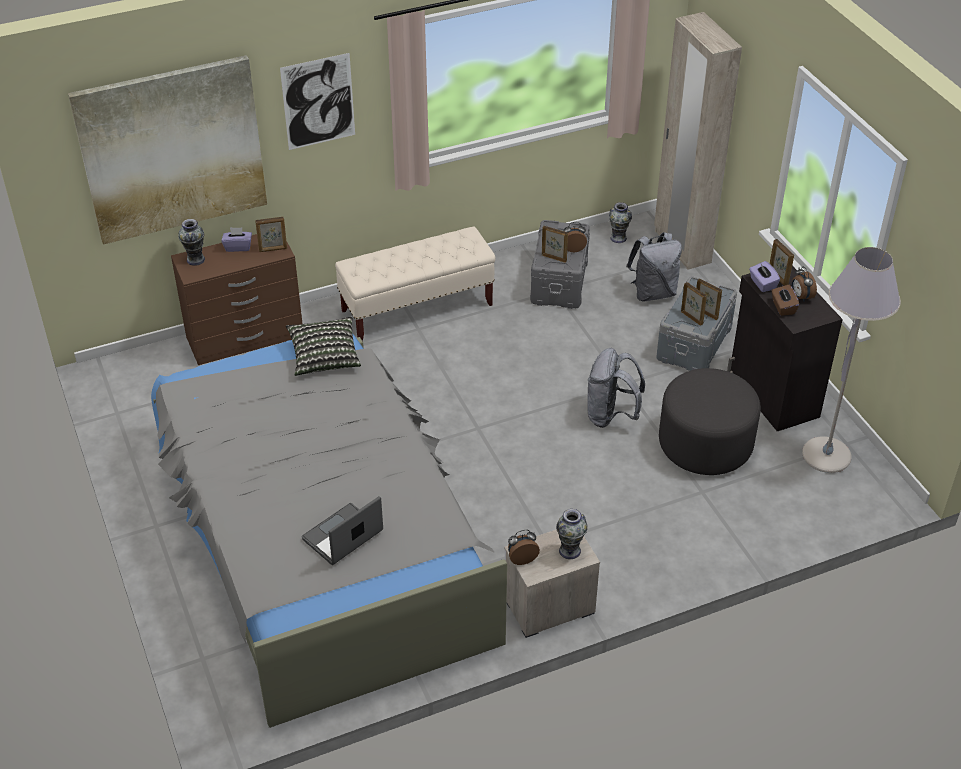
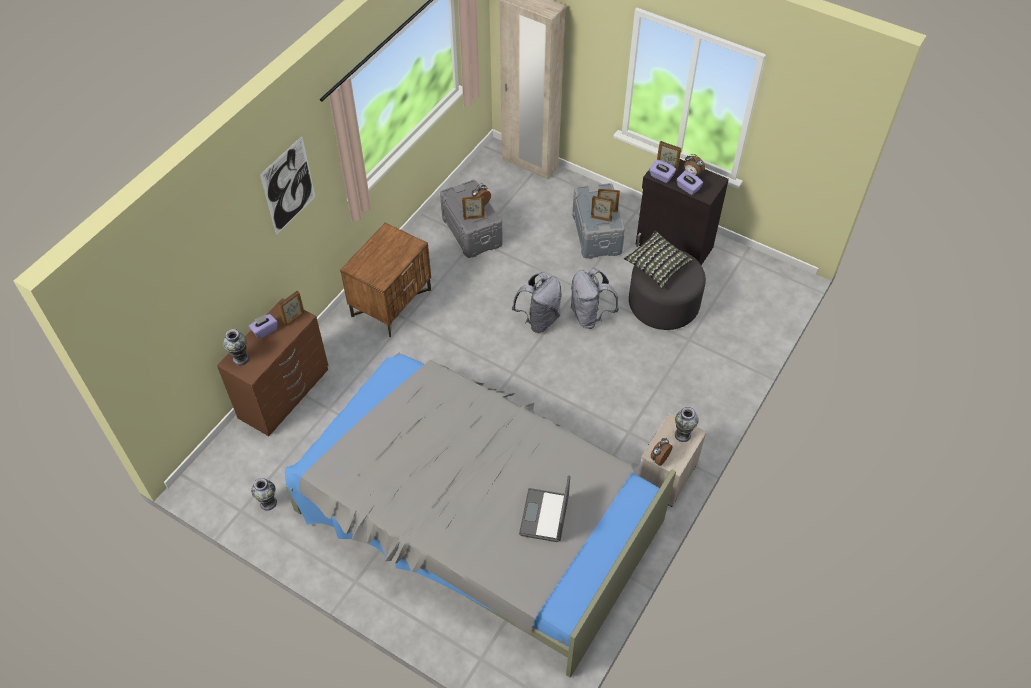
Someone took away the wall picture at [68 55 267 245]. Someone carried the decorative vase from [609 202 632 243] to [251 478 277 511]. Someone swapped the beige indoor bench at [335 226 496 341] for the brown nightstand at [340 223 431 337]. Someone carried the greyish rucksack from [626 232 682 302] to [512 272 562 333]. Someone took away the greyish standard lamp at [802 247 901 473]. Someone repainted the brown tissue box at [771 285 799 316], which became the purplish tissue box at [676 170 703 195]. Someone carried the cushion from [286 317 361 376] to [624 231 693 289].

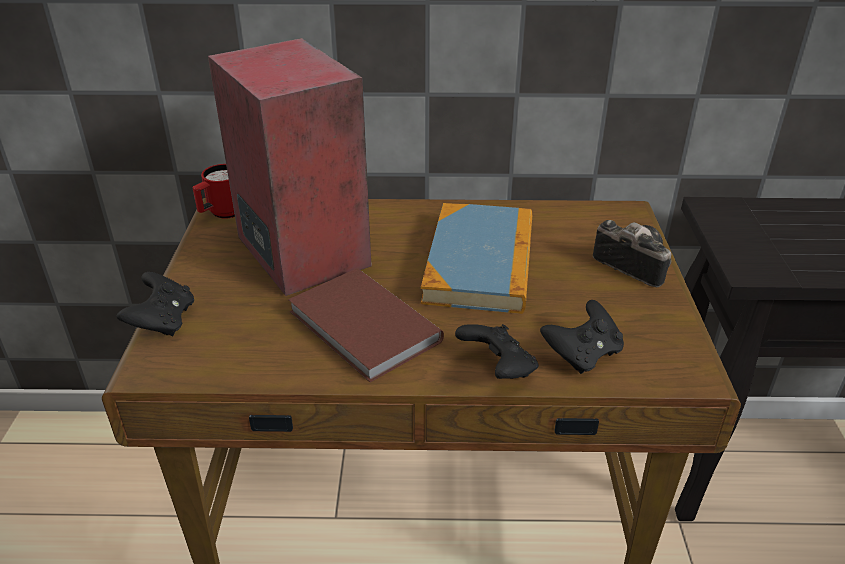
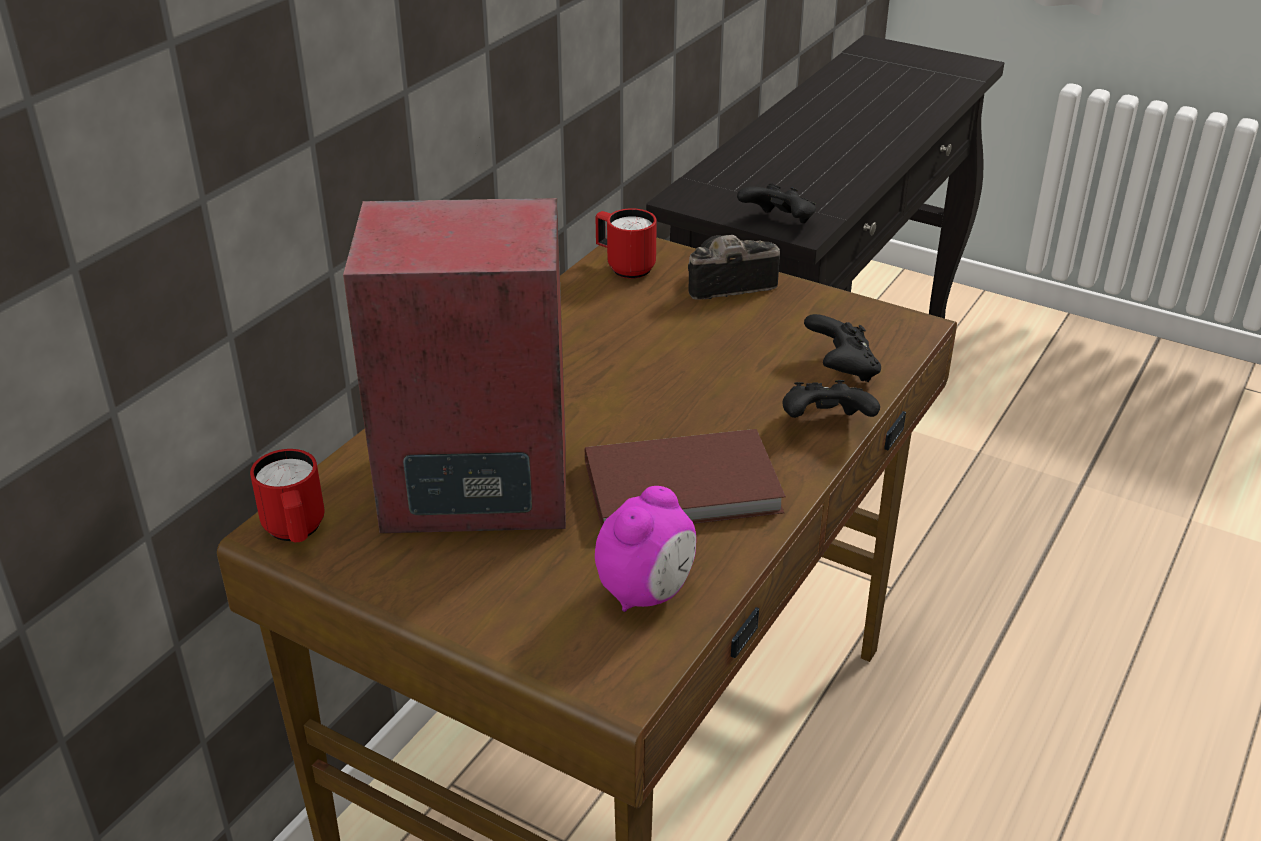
Someone took away the book at [421 203 532 314]. Someone carried the black-coloured gamepad from [117 272 194 336] to [737 183 816 223]. Someone put down the reddish mug at [595 208 657 279]. Someone put down the table clock at [595 486 696 612].

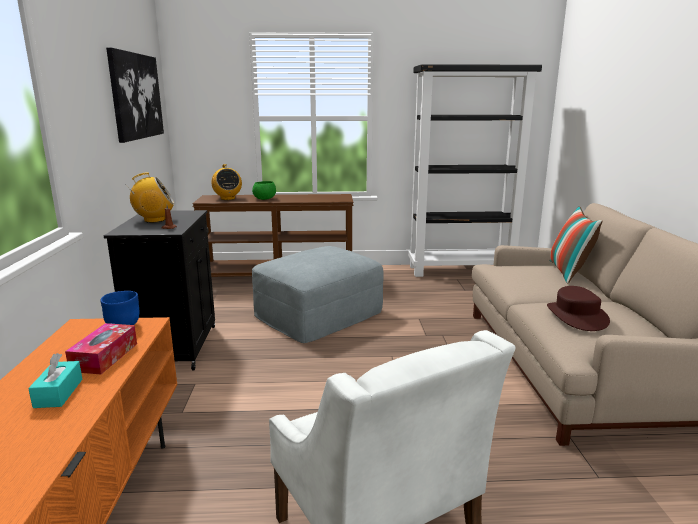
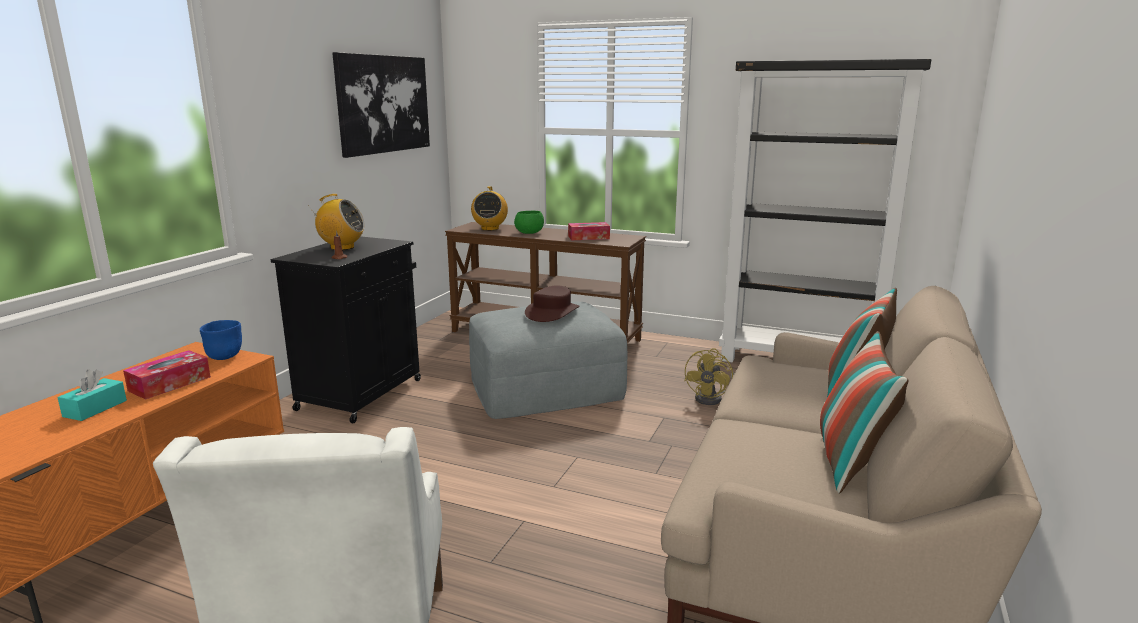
Someone carried the brown wearable hat from [547 286 610 331] to [525 285 579 322]. Someone put down the tissue box at [568 222 610 240]. Someone put down the cushion at [820 331 909 494]. Someone put down the yellowish fan at [684 348 735 405].

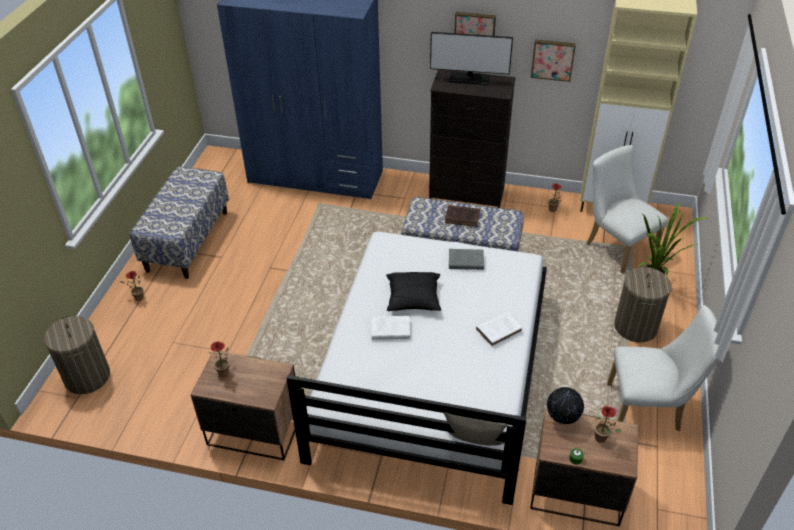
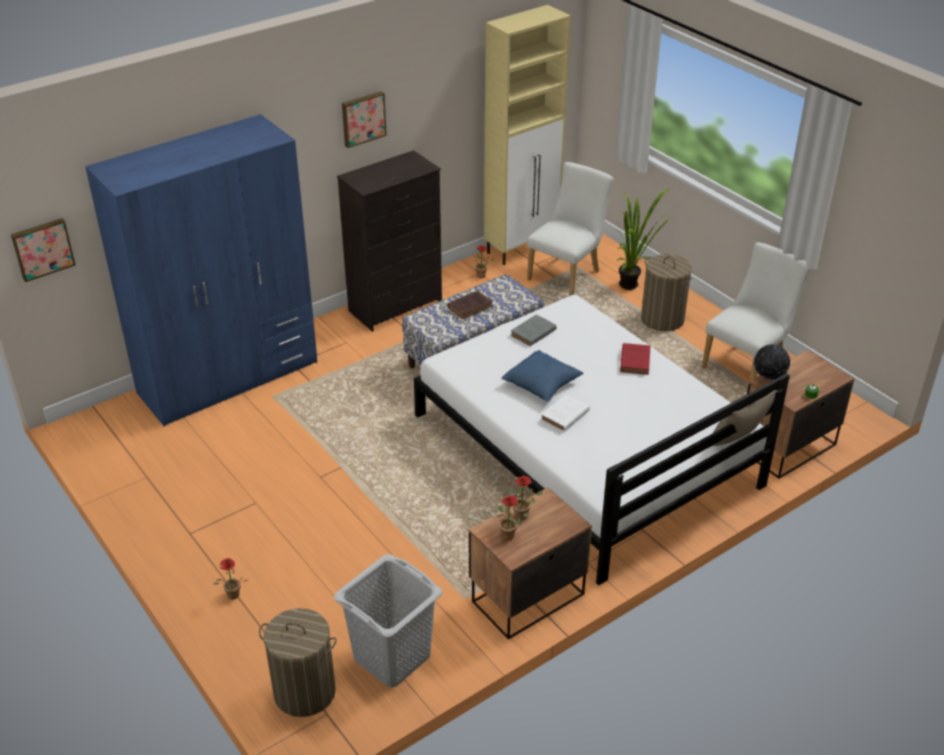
Someone took away the monitor at [430 32 513 85]. Someone carried the wall picture from [531 39 576 82] to [11 218 75 282]. Someone rotated the white-coloured plain chair at [586 145 668 274] by 120 degrees clockwise. Someone took away the indoor bench at [130 166 229 279]. Someone repainted the black-coloured cushion at [386 272 441 311], which became the blue-coloured cushion at [501 350 583 402]. Someone repainted the white-coloured book at [476 312 523 347], which became the reddish book at [620 343 650 375]. Someone carried the houseplant from [594 406 621 443] to [510 476 543 520]. Someone put down the greyish laundry basket at [334 554 442 687].

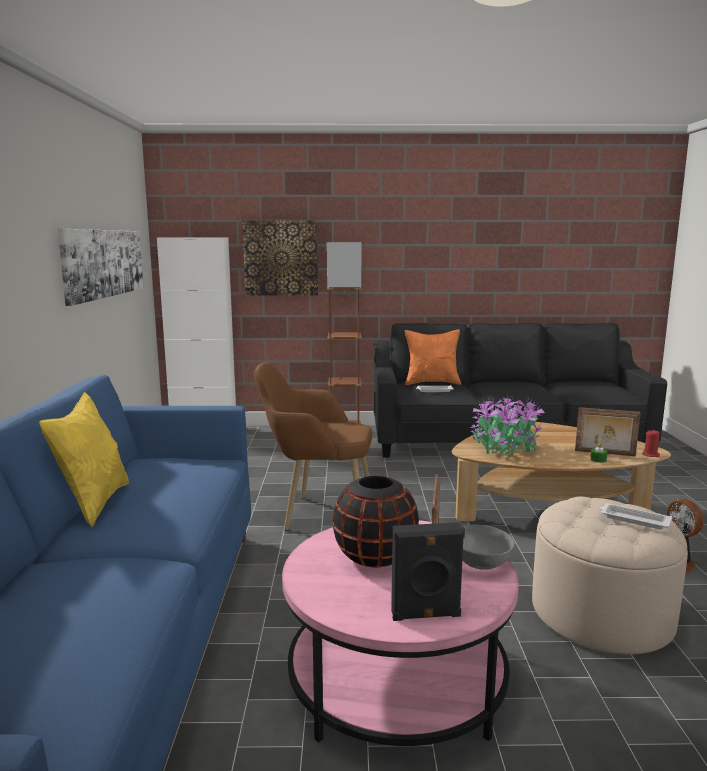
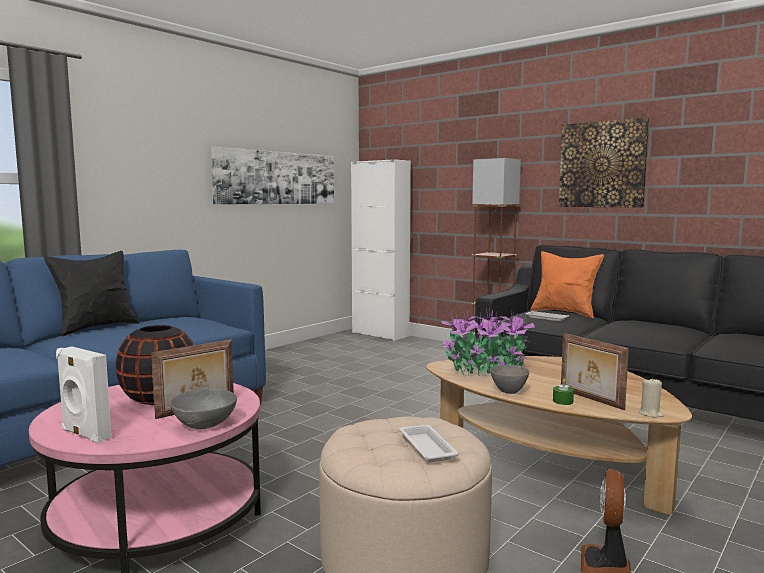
Someone carried the wall picture from [242 220 318 296] to [559 118 649 208]. Someone took away the brown easy chair at [254 362 372 531]. Someone repainted the yellowish cushion at [39 392 129 527], which became the black-coloured cushion at [44 251 140 336]. Someone repainted the reddish wax candle at [642 429 660 457], which became the beige wax candle at [638 377 664 418]. Someone repainted the black-coloured loudspeaker at [391 522 465 621], which became the white-coloured loudspeaker at [56 346 112 444]. Someone put down the greyish deep dish at [490 364 529 394].

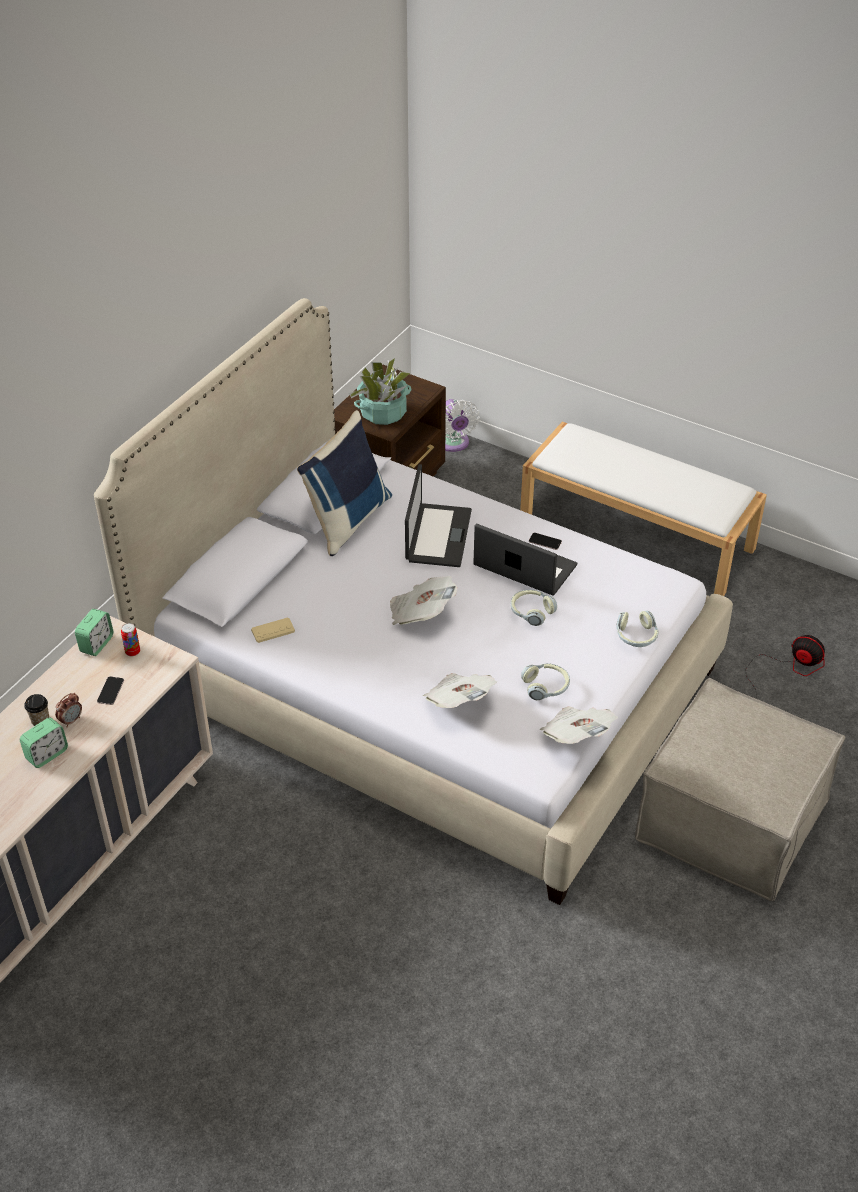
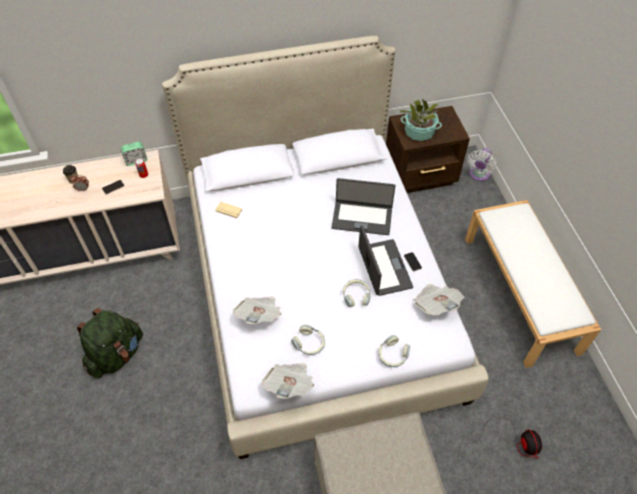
Someone took away the blue-coloured cushion at [297 410 392 556]. Someone rotated the laptop at [405 464 472 567] by 45 degrees clockwise. Someone carried the newspaper from [390 576 457 625] to [413 284 464 315]. Someone took away the table clock at [20 718 68 768]. Someone put down the green-coloured rucksack at [77 308 143 378].

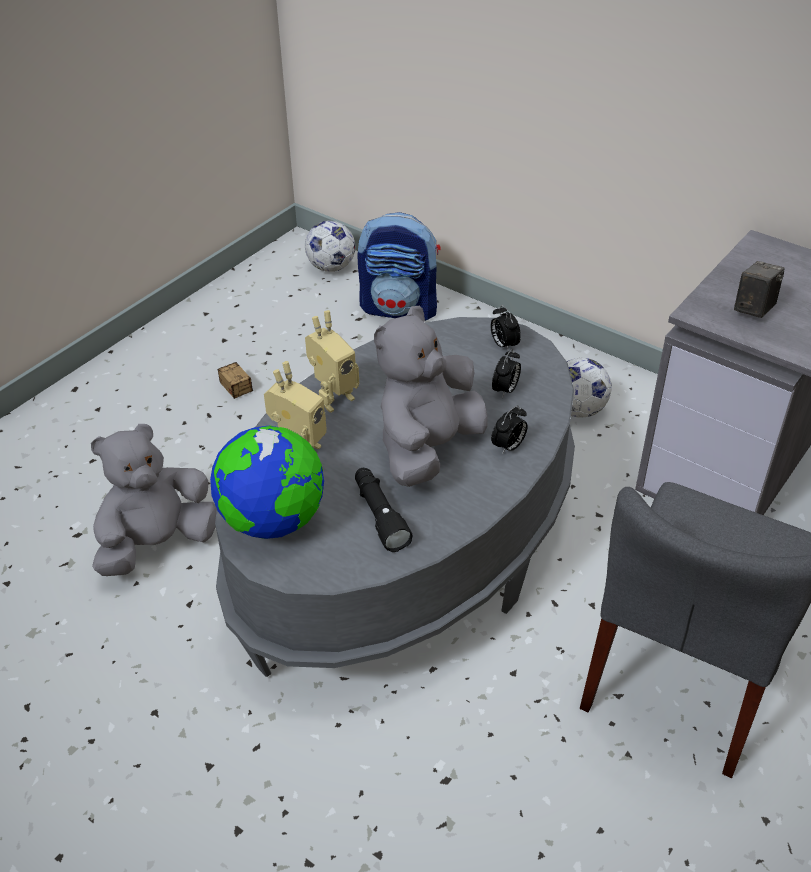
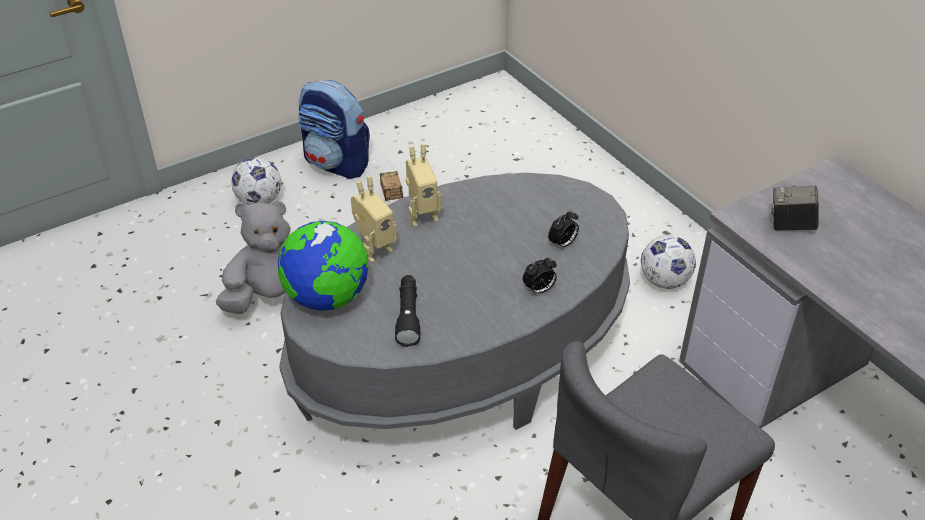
Someone carried the rucksack from [357 212 441 321] to [299 80 370 179]. Someone carried the football ball from [305 221 355 272] to [231 158 281 205]. Someone rotated the still camera at [734 261 784 318] by 135 degrees counterclockwise. Someone took away the table clock at [490 305 521 351]. Someone took away the greyish plush toy at [374 306 488 487].

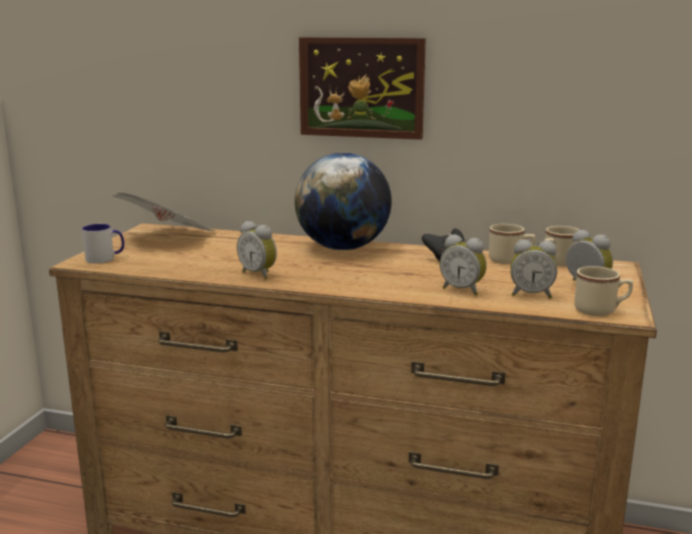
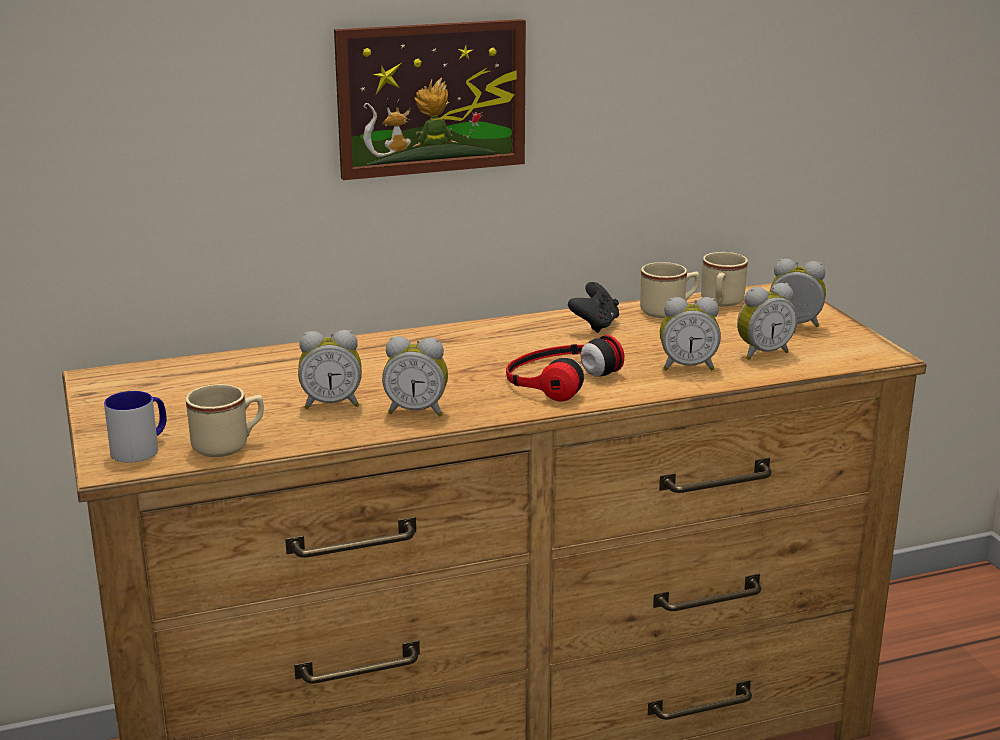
Someone took away the world globe at [295 153 392 250]. Someone took away the newspaper at [113 193 217 231]. Someone carried the beige mug from [574 266 633 316] to [186 384 264 457]. Someone put down the table clock at [298 330 362 409]. Someone put down the headset at [506 335 624 401].

